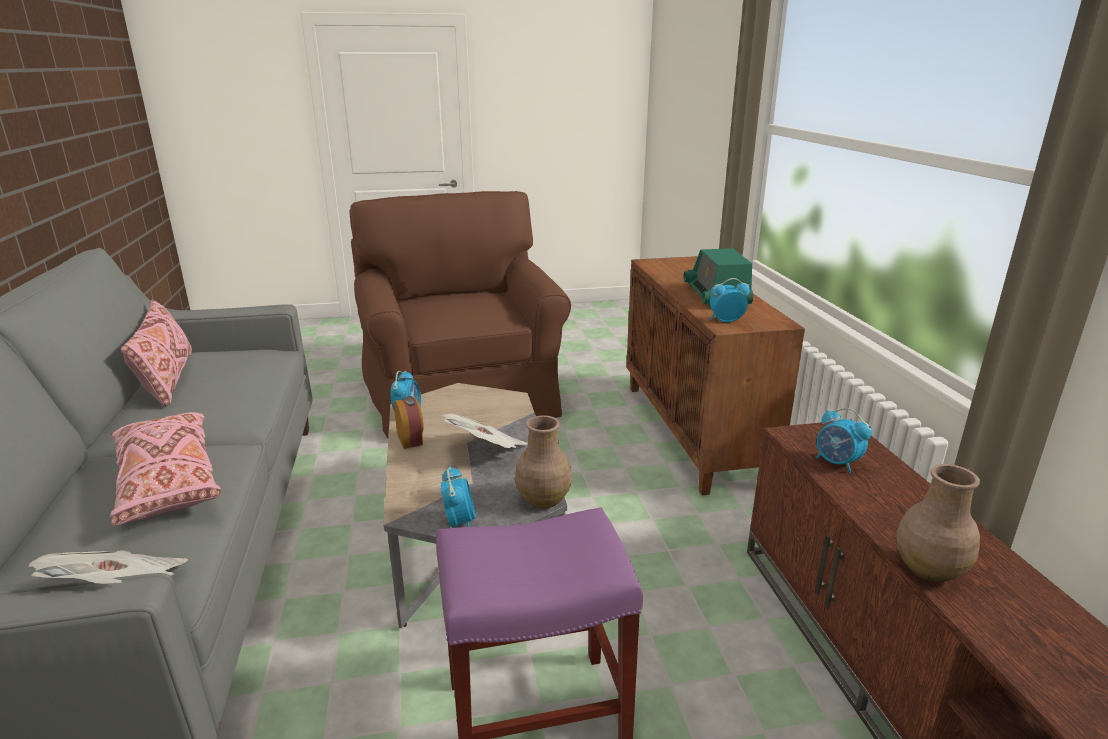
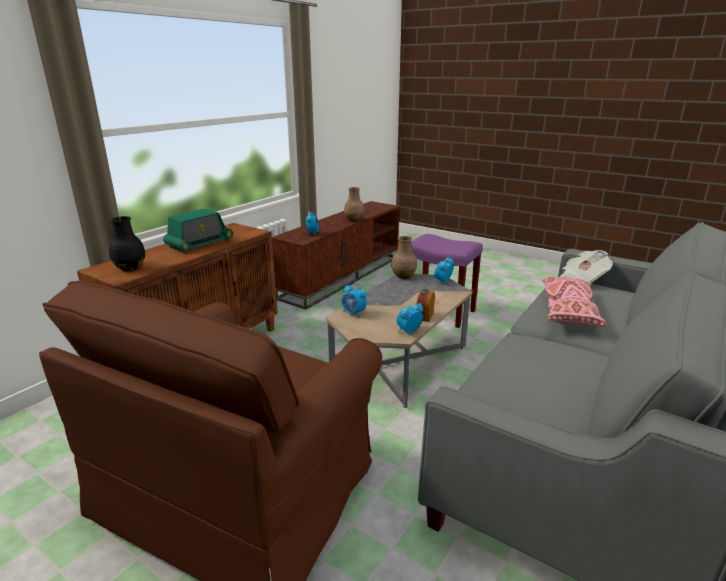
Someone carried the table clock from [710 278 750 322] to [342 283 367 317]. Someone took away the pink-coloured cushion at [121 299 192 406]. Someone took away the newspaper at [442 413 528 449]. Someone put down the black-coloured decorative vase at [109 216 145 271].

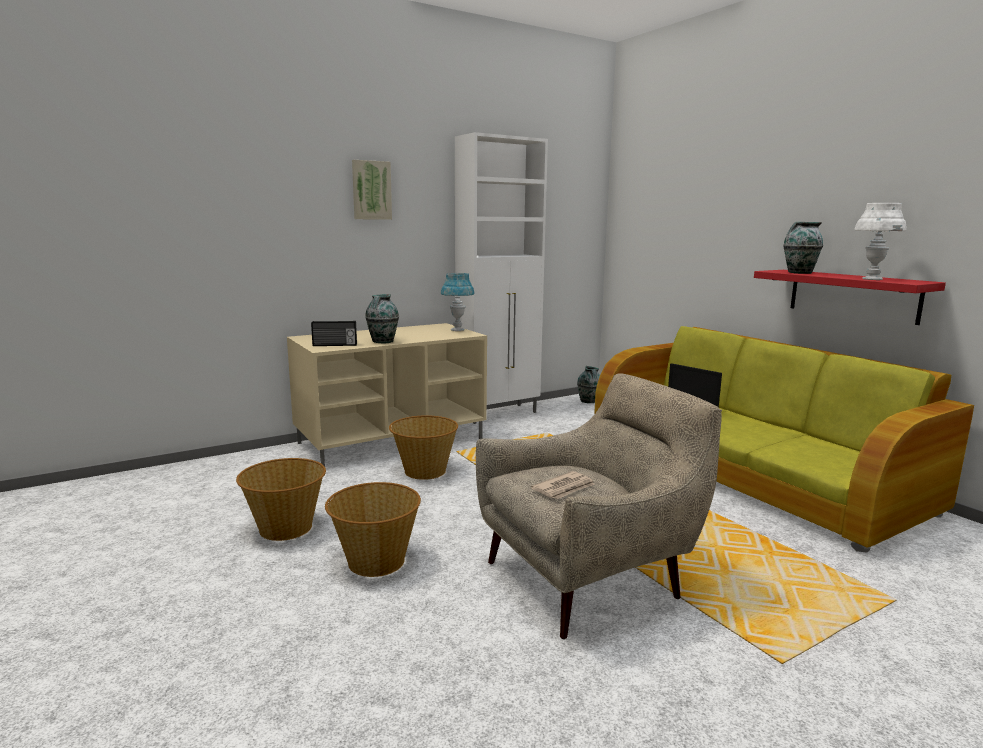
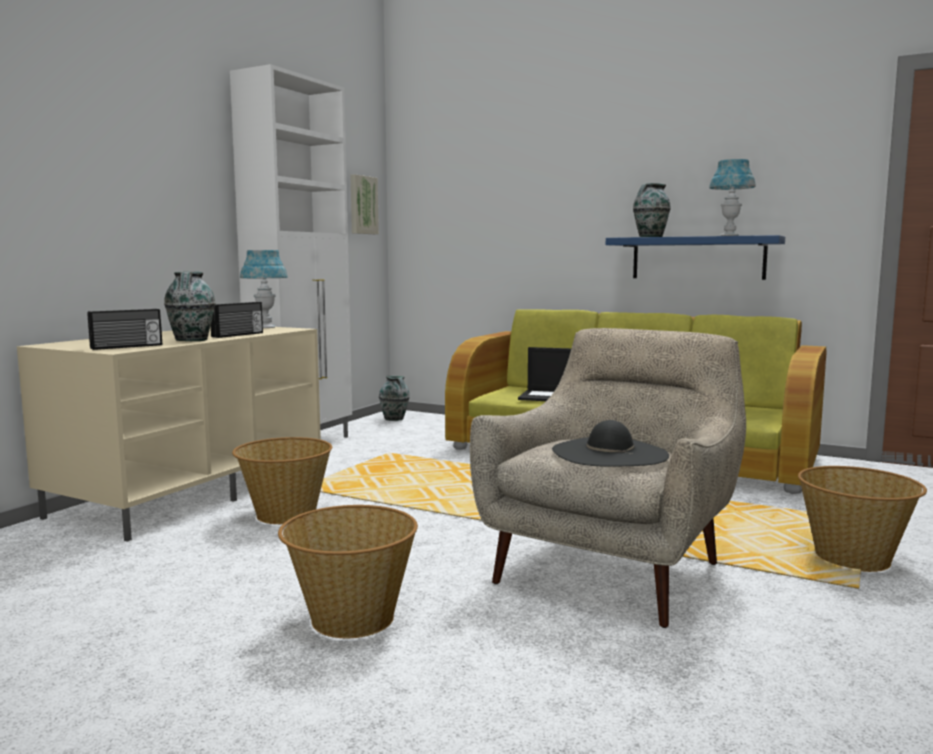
Someone carried the wall picture from [352 160 392 220] to [350 174 379 234]. Someone repainted the white-coloured table lamp at [854 203 907 280], which became the blue-coloured table lamp at [709 159 756 236]. Someone repainted the reddish shelf at [754 270 946 325], which became the blue-coloured shelf at [606 235 785 280]. Someone carried the household basket from [236 458 326 541] to [798 466 927 572]. Someone swapped the newspaper at [531 471 595 499] for the black-coloured wearable hat at [552 420 669 467]. Someone put down the radio set at [211 302 263 338].

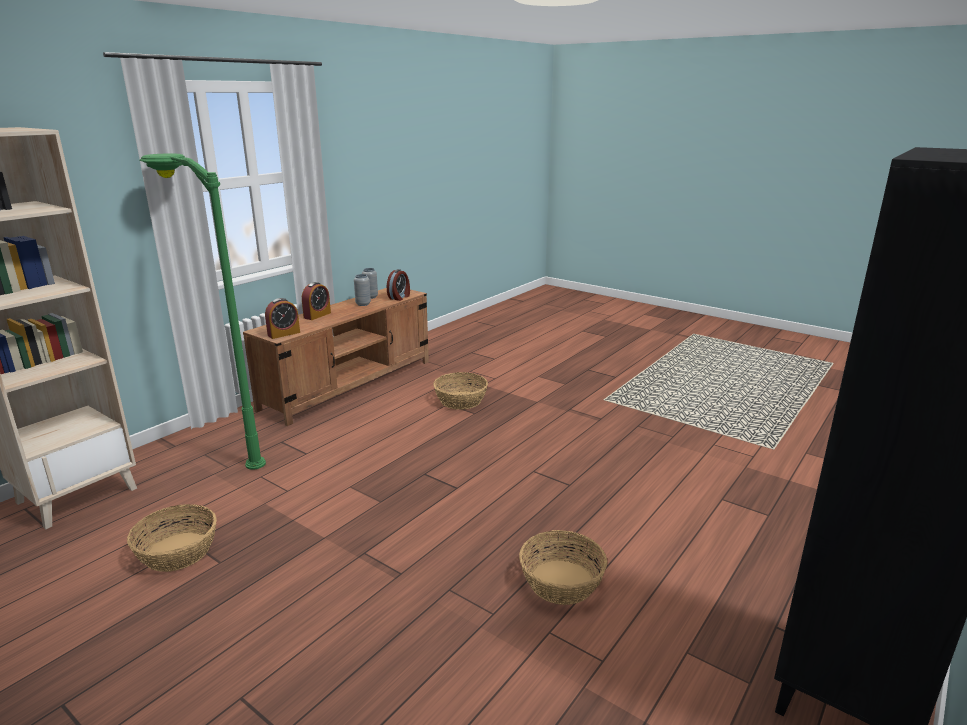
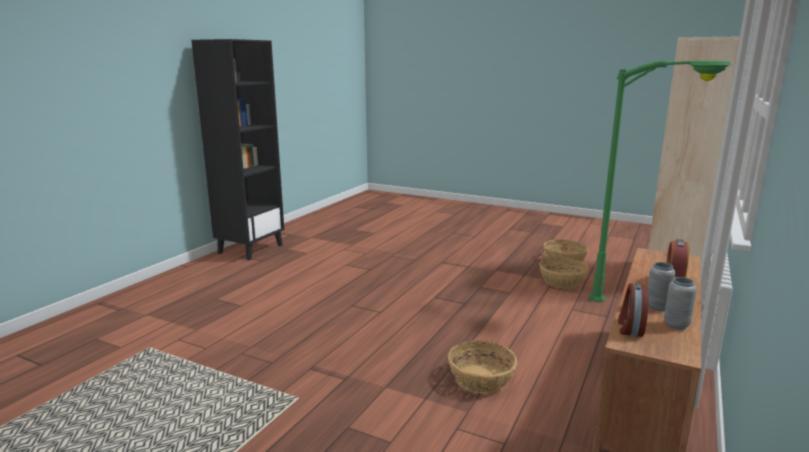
Someone took away the table clock at [265 298 300 339]. Someone carried the household basket from [519 530 607 605] to [539 257 589 289].

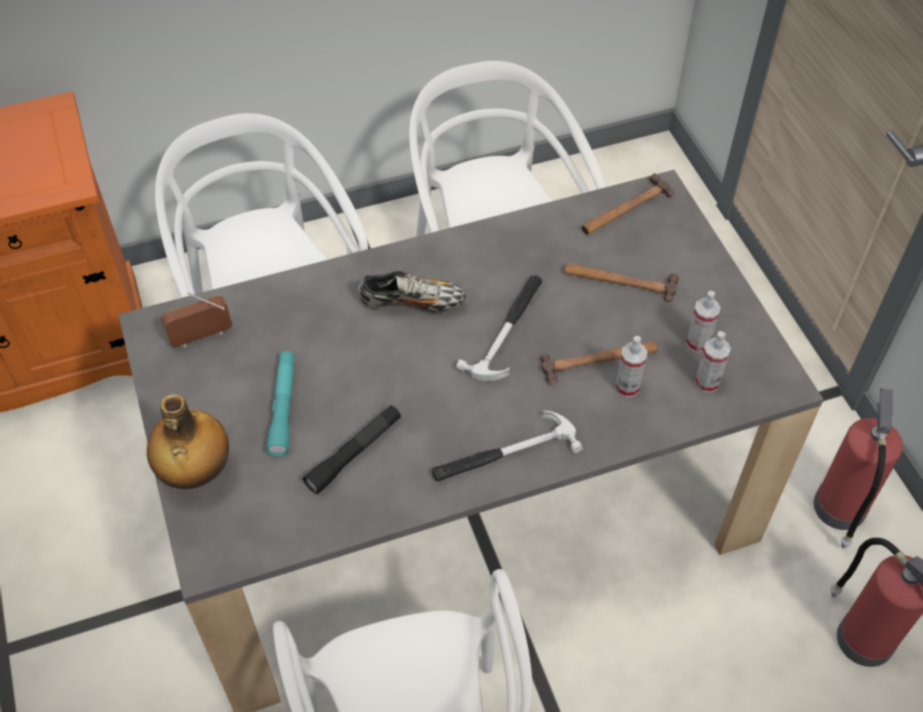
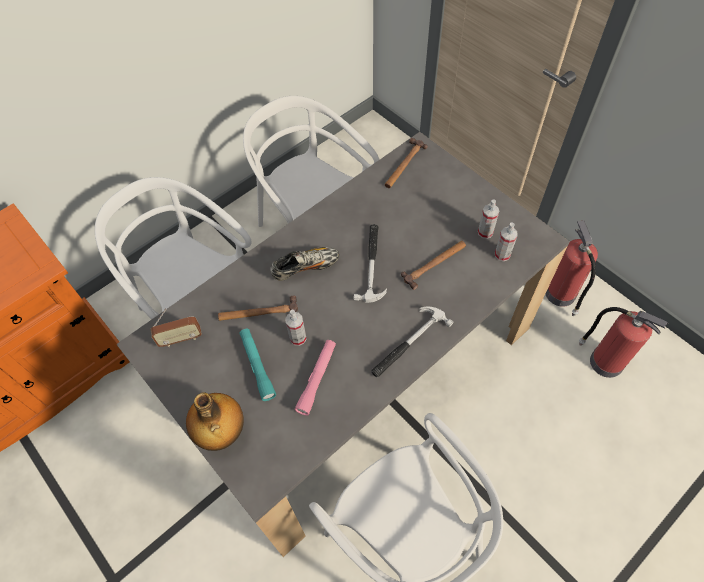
Someone carried the tool hammer from [564 263 679 302] to [218 296 298 321]. Someone rotated the radio set at [161 292 232 348] by 150 degrees counterclockwise. Someone carried the hand sprayer from [615 336 647 397] to [285 310 307 346]. Someone repainted the black-coloured hand torch at [303 405 401 495], which became the pink-coloured hand torch at [295 340 336 416].

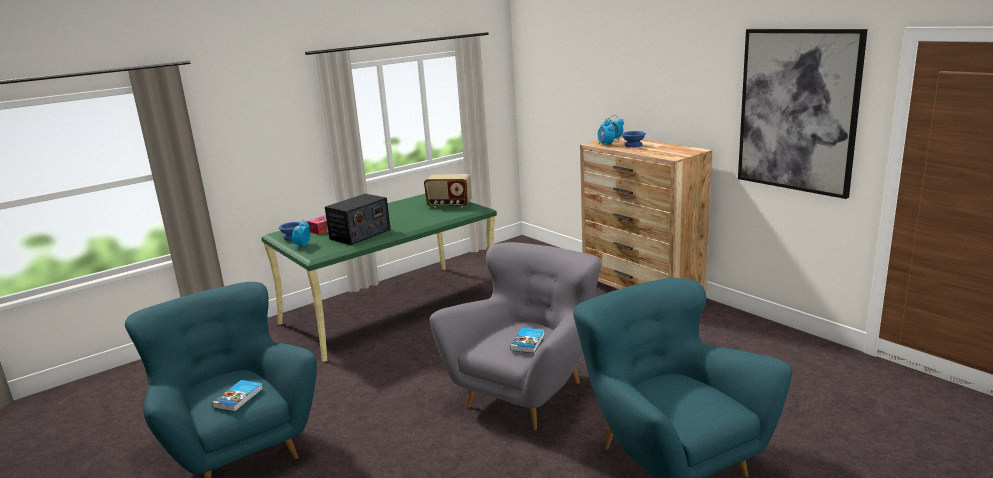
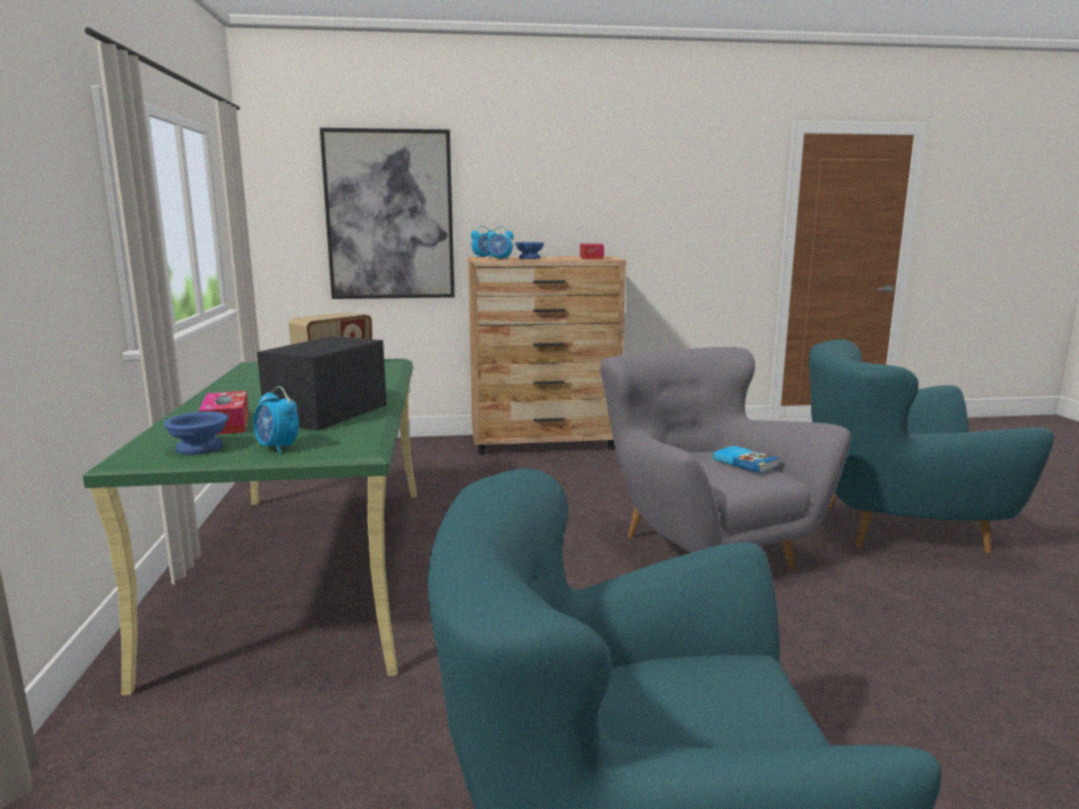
Someone carried the wall picture from [738 29 868 199] to [320 128 455 299]. Someone rotated the radio set at [325 194 391 245] by 135 degrees counterclockwise. Someone took away the book at [212 380 263 412]. Someone put down the tissue box at [580 243 604 259].

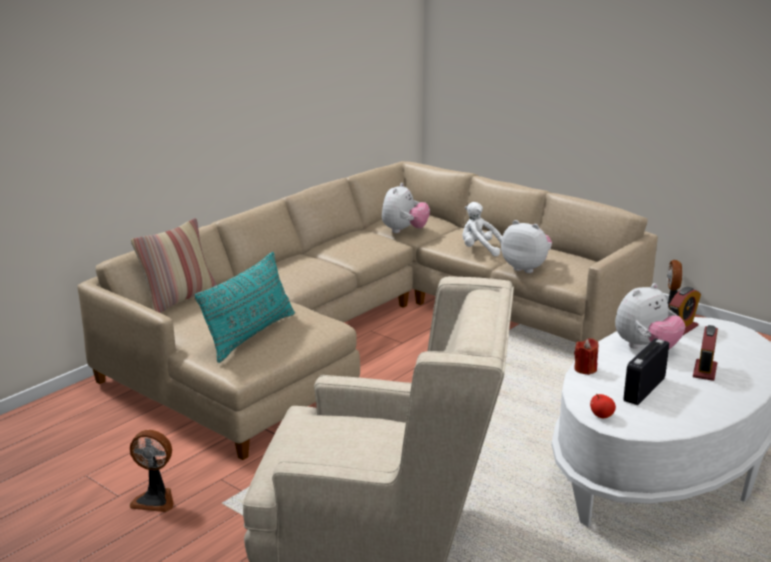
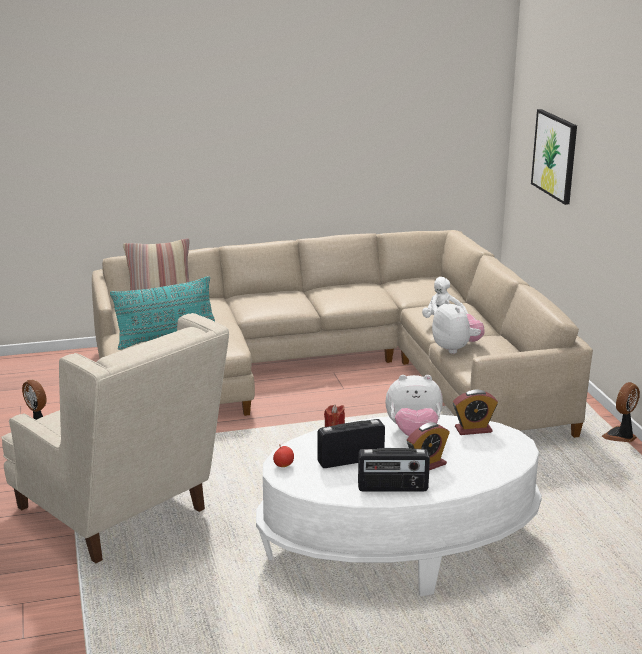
Someone took away the plush toy at [382 183 430 233]. Someone put up the wall picture at [531 109 577 205]. Someone put down the radio set at [358 448 430 491].

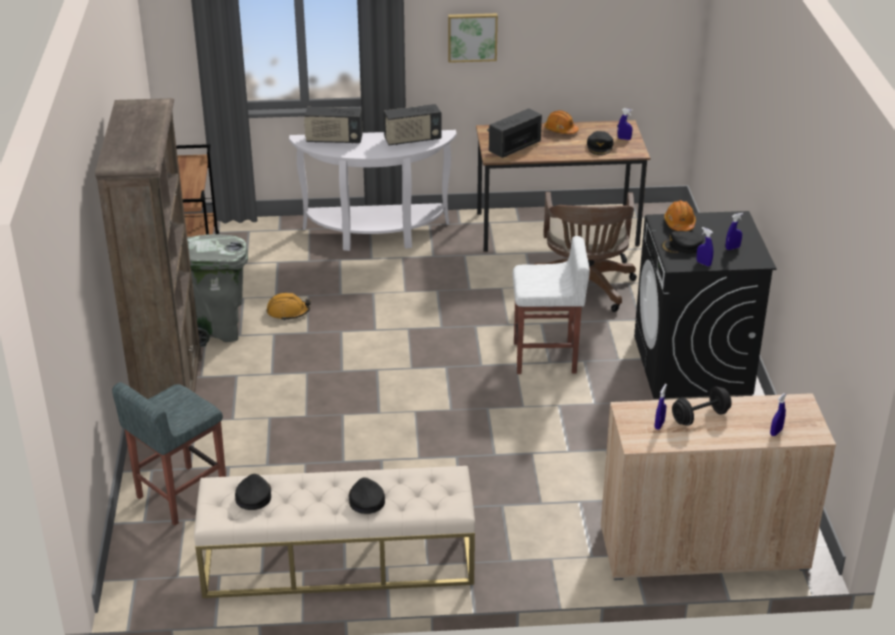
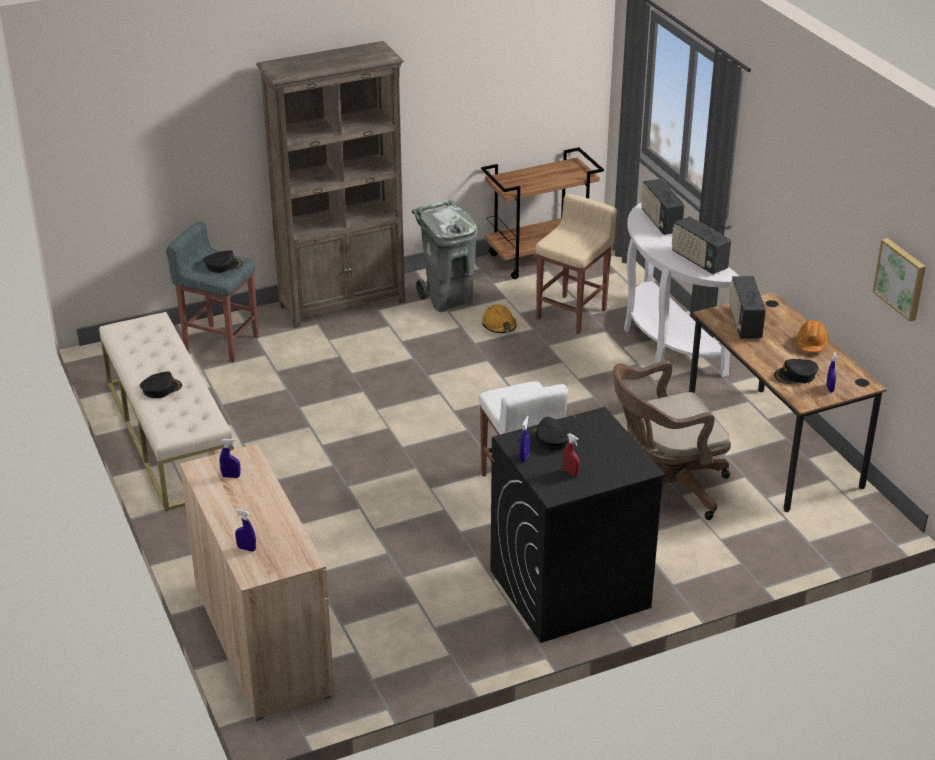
Someone carried the wall picture from [448 13 498 63] to [873 238 926 322]. Someone rotated the radio set at [489 108 542 158] by 120 degrees counterclockwise. Someone took away the orange safety helmet at [664 200 696 231]. Someone repainted the blue-coloured hand sprayer at [726 213 743 250], which became the reddish hand sprayer at [563 433 580 476]. Someone took away the black-coloured dumbbell at [672 386 731 426]. Someone carried the black-coloured baseball cap from [235 474 271 510] to [203 250 243 273]. Someone put down the beige stool seat at [535 194 617 334].

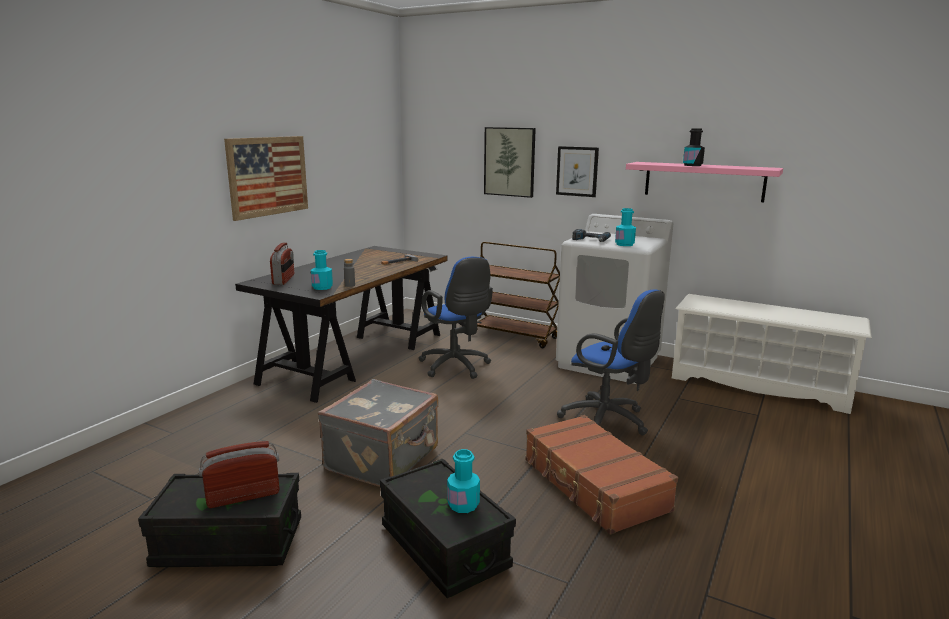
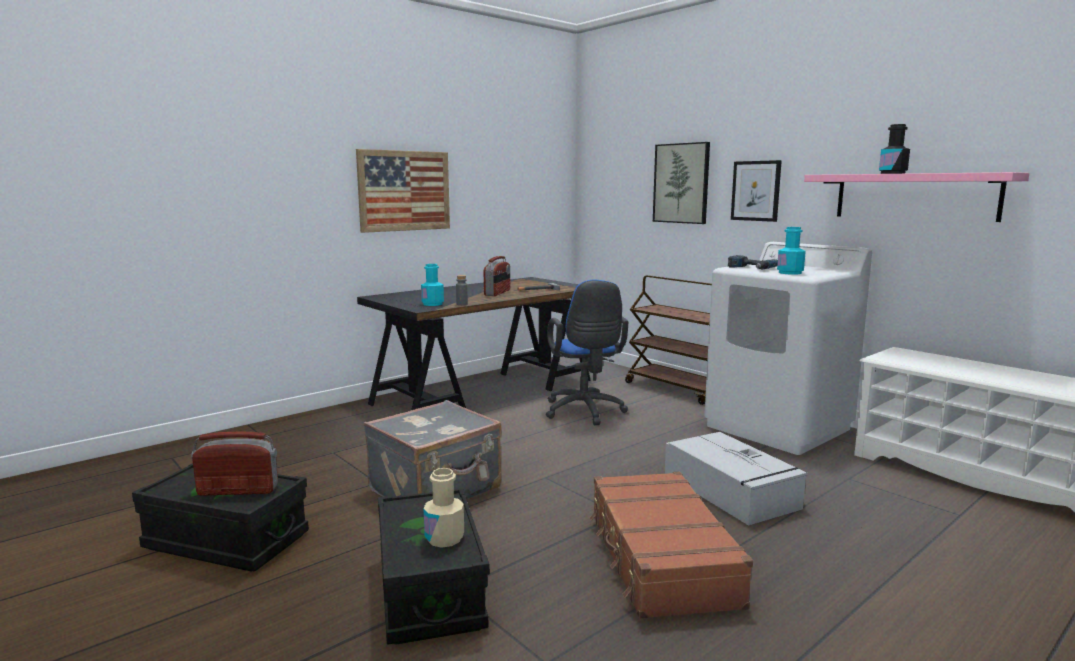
Someone carried the radio set from [270 242 294 285] to [484 256 510 296]. Someone swapped the blue-coloured desk chair at [557 290 665 435] for the greyish storage bin at [665 432 808 526]. Someone repainted the turquoise beverage bottle at [447 449 480 513], which became the beige beverage bottle at [423 468 464 548].

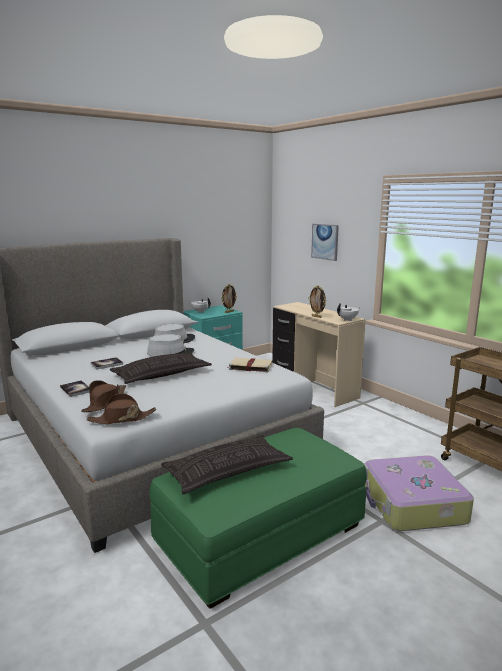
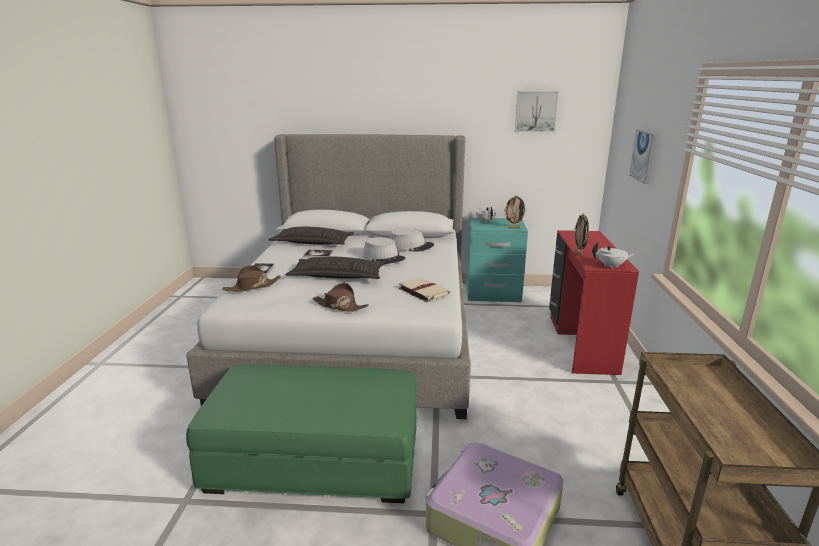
Someone repainted the beige desk table at [272 302 366 407], which became the reddish desk table at [549 230 639 375]. Someone carried the brown wearable hat from [87 393 156 424] to [313 283 369 312]. Someone carried the cushion from [161 435 293 494] to [269 227 354 245]. Someone put up the wall picture at [515 91 559 133].

